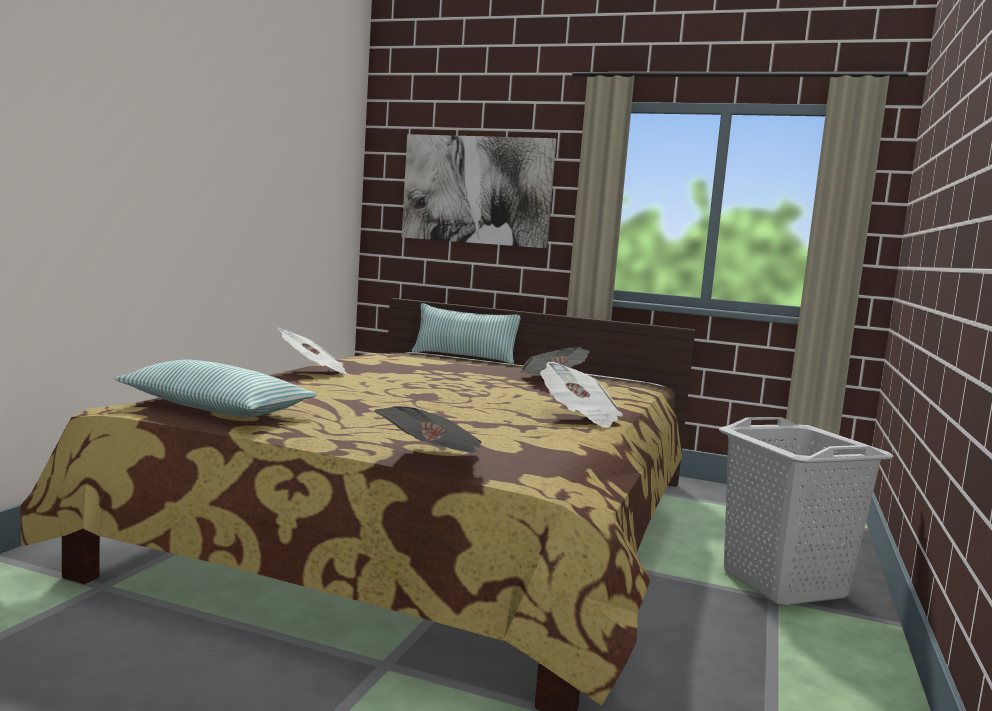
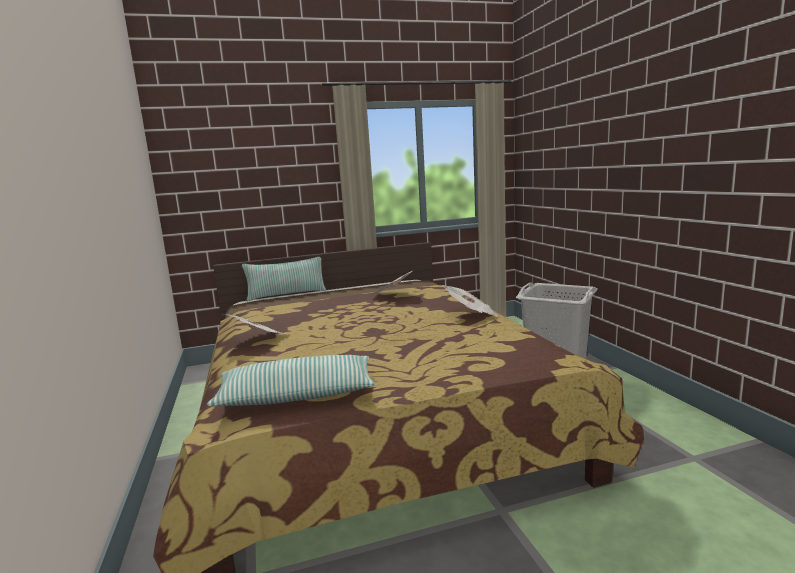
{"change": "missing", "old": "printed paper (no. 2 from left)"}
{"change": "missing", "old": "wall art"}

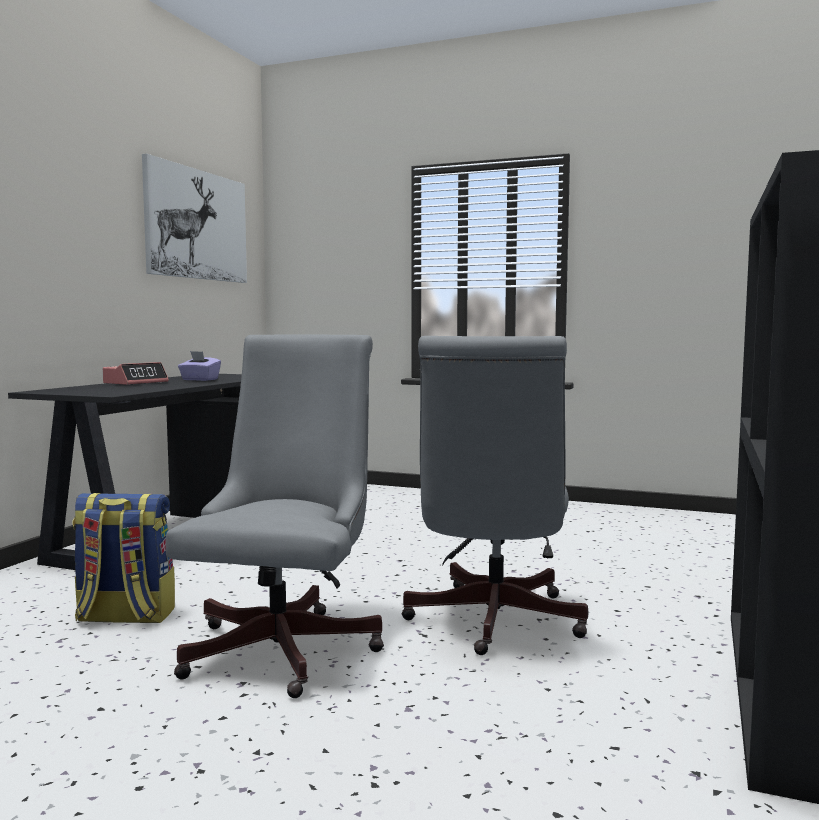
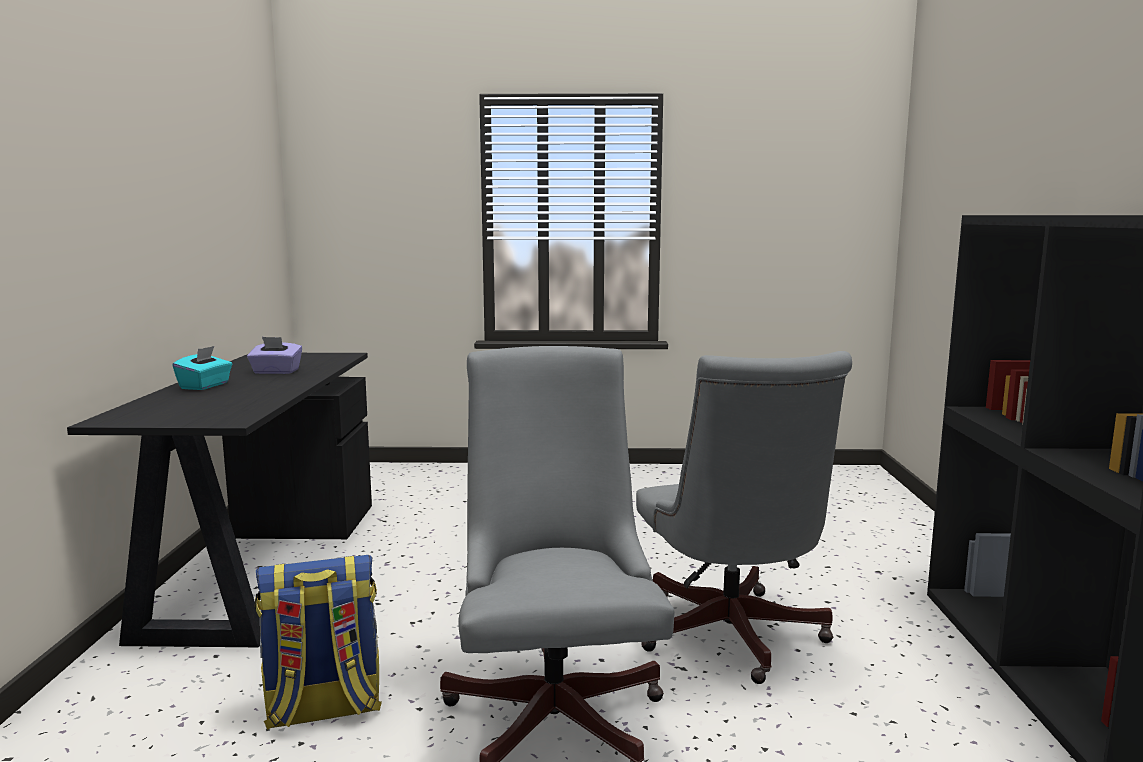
{"change": "missing", "old": "wall art"}
{"change": "exchanged", "old": "bedside clock", "new": "turquoise-coloured box of tissues"}

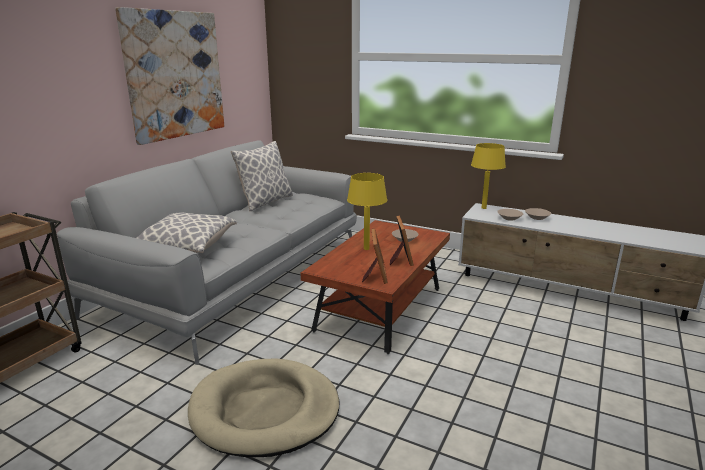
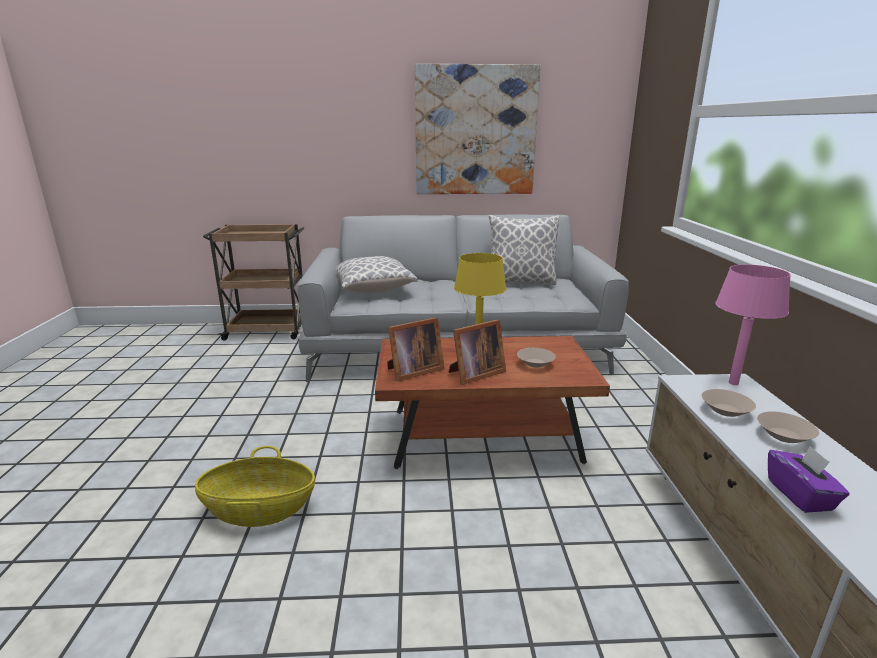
{"change": "missing", "old": "beige-coloured pet bed"}
{"change": "appeared", "new": "household basket"}
{"change": "appeared", "new": "purplish box of tissues"}
{"change": "colour", "old": "yellow tabletop lamp (no. 2 from left)", "new": "pink tabletop lamp"}

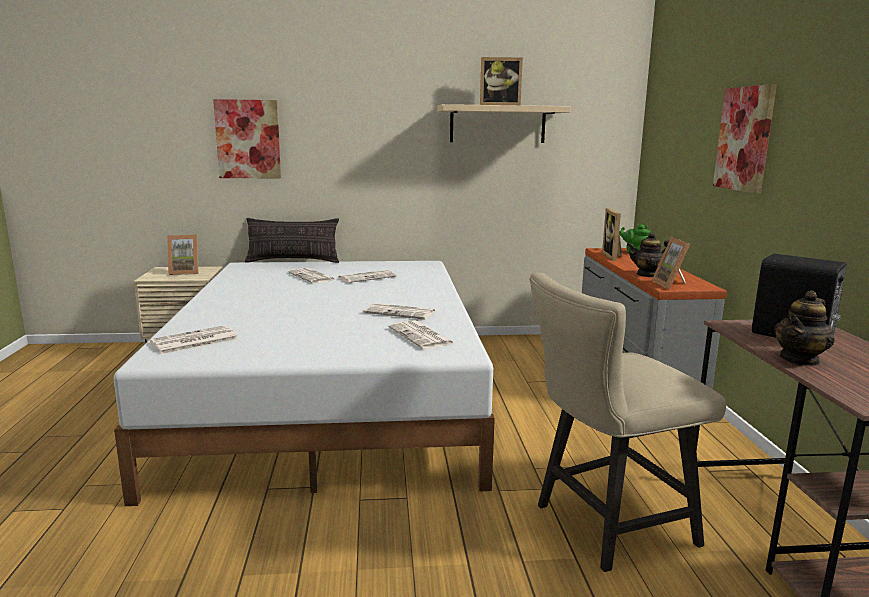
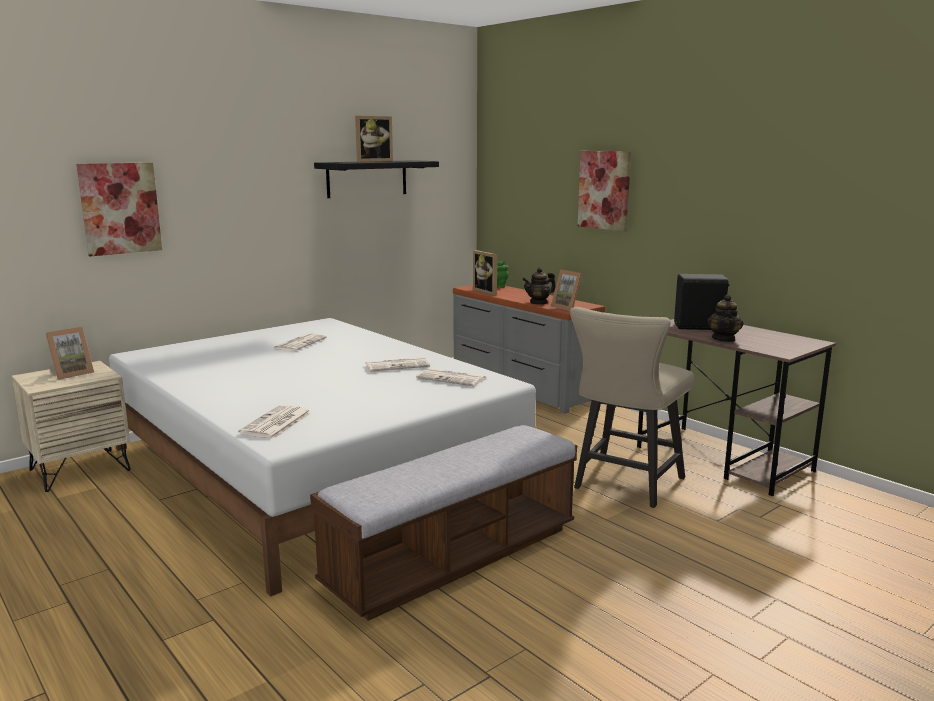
{"change": "missing", "old": "throw pillow"}
{"change": "missing", "old": "printed paper (no. 2 from left)"}
{"change": "appeared", "new": "indoor bench"}
{"change": "colour", "old": "beige-coloured shelf", "new": "black shelf"}

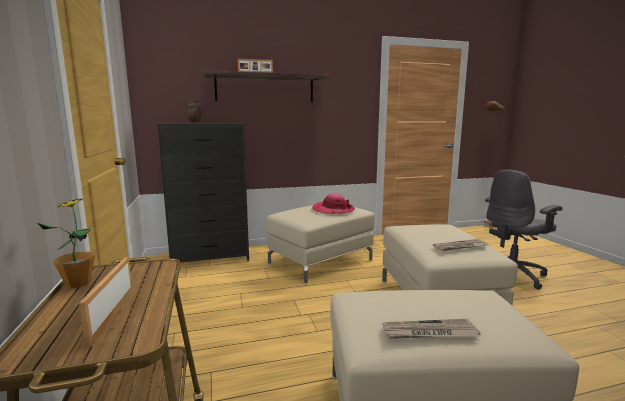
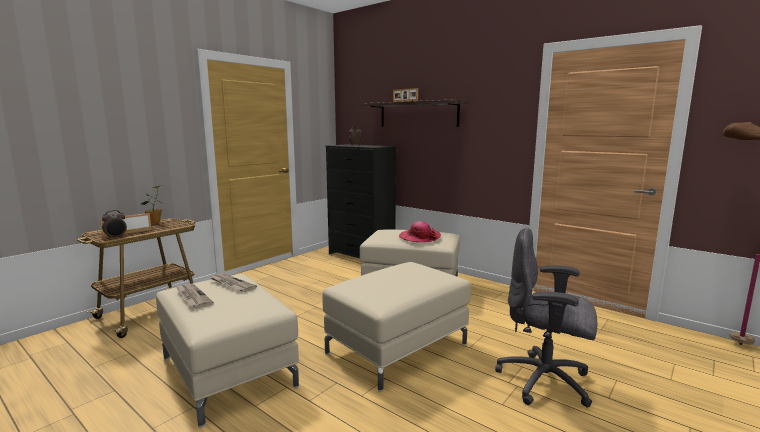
{"change": "appeared", "new": "bedside clock (no. 1 from left)"}
{"change": "relocated", "old": "printed paper (no. 2 from left)"}

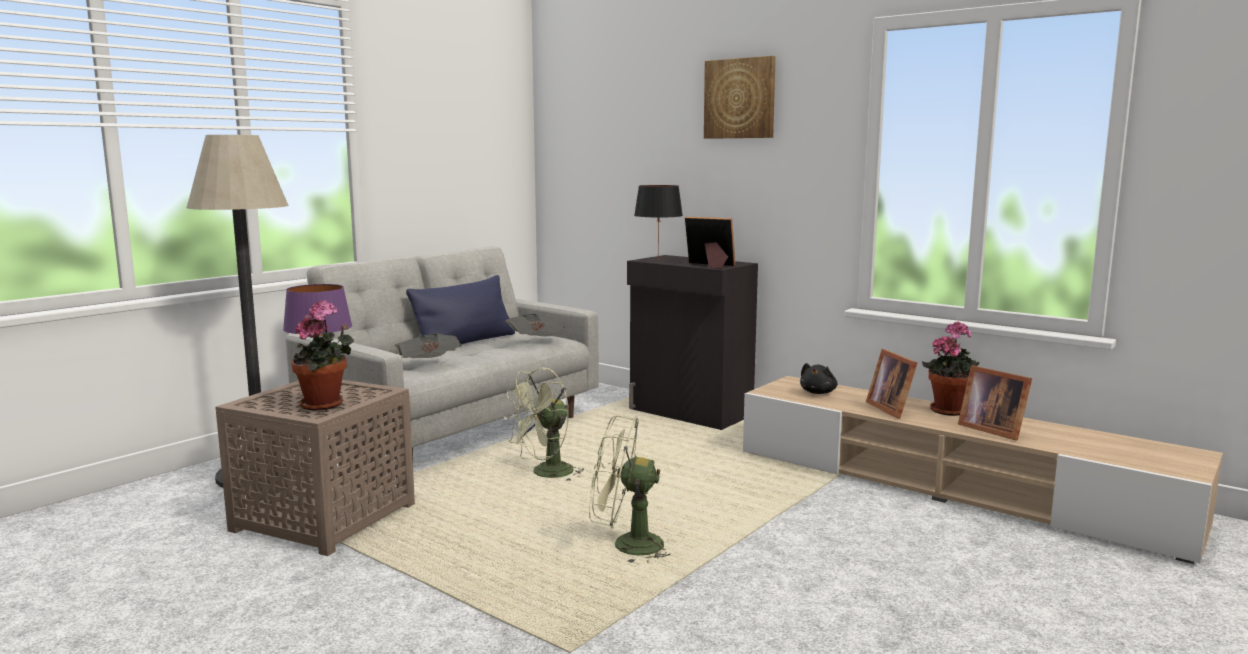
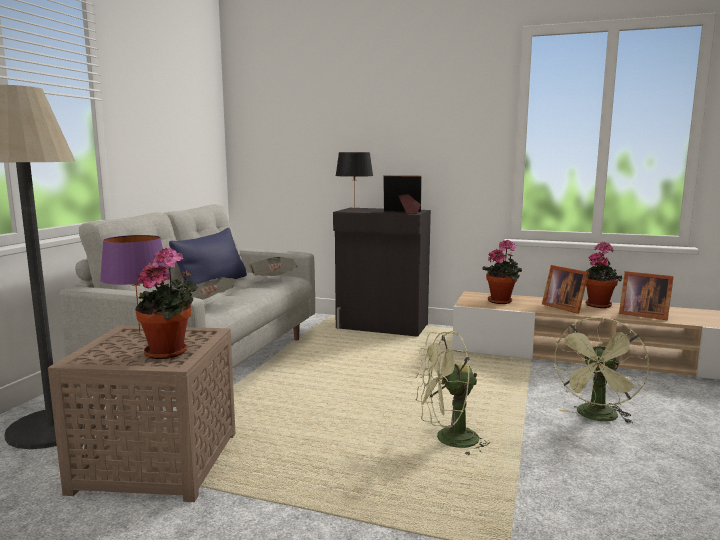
{"change": "missing", "old": "wall art"}
{"change": "relocated", "old": "green fan (no. 1 from left in the first image)", "new": "green fan (no. 2 from left)"}
{"change": "exchanged", "old": "black cuddly toy", "new": "houseplant (no. 2 from left)"}

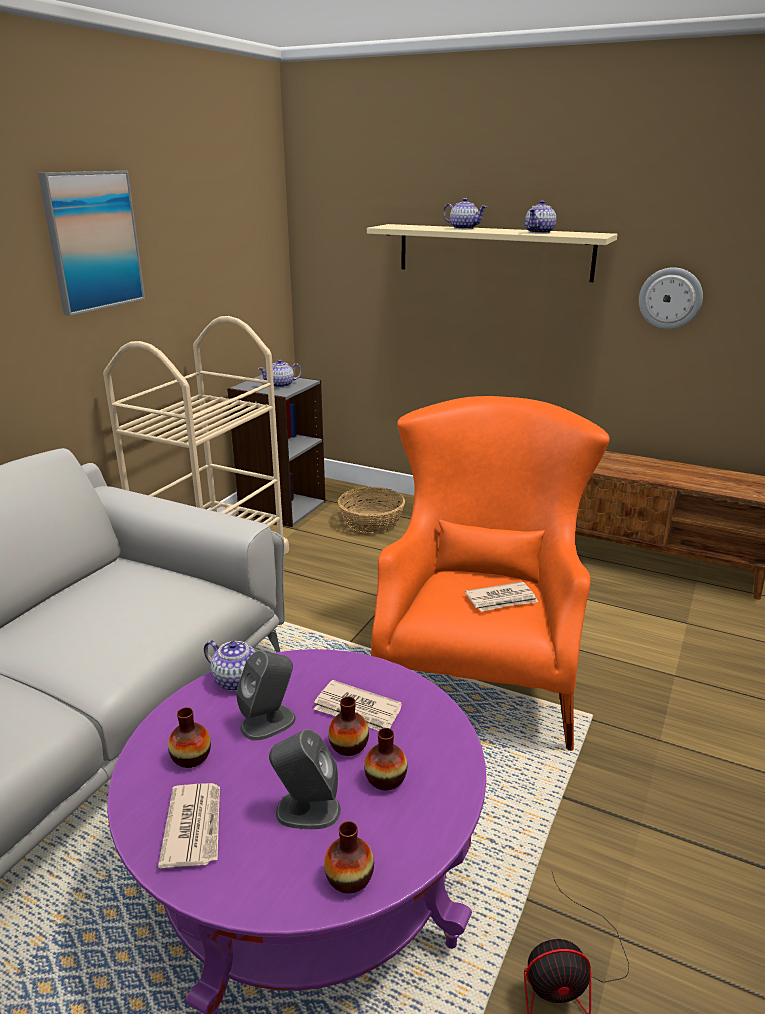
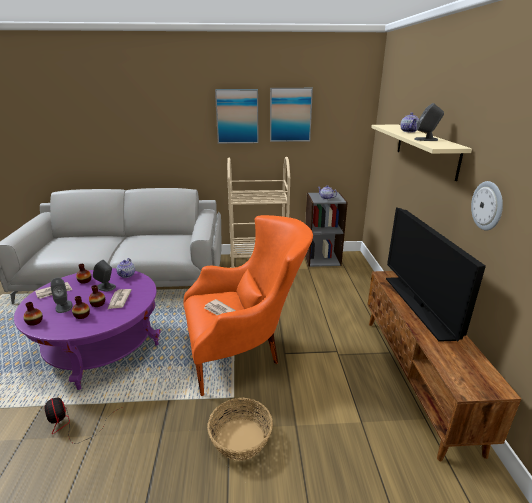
{"change": "appeared", "new": "wall art (no. 2 from left)"}
{"change": "appeared", "new": "TV set"}
{"change": "relocated", "old": "household basket"}
{"change": "exchanged", "old": "pot for tea (no. 4 from left)", "new": "gray loudspeaker (no. 3 from left)"}

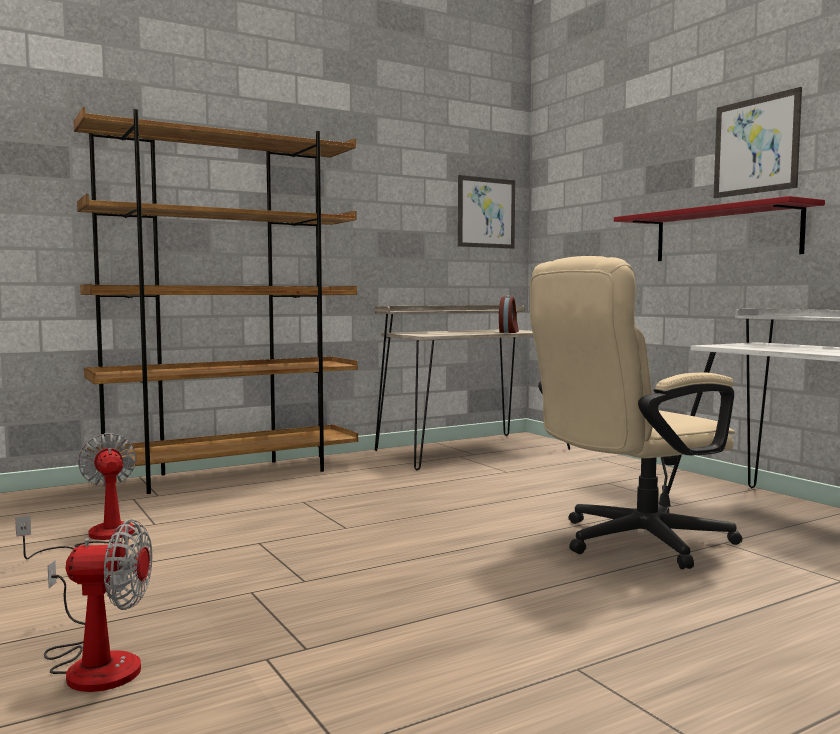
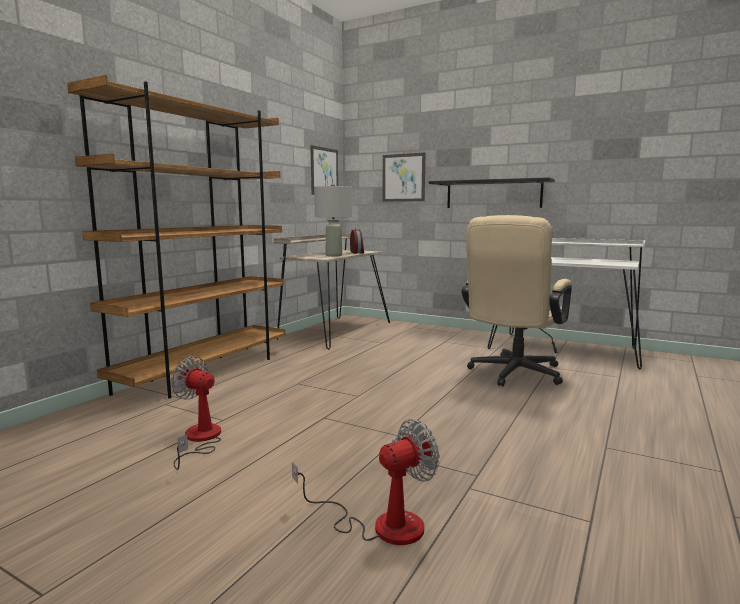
{"change": "appeared", "new": "gray tabletop lamp"}
{"change": "relocated", "old": "wall art (no. 2 from left)"}
{"change": "colour", "old": "red-coloured shelf", "new": "black shelf"}

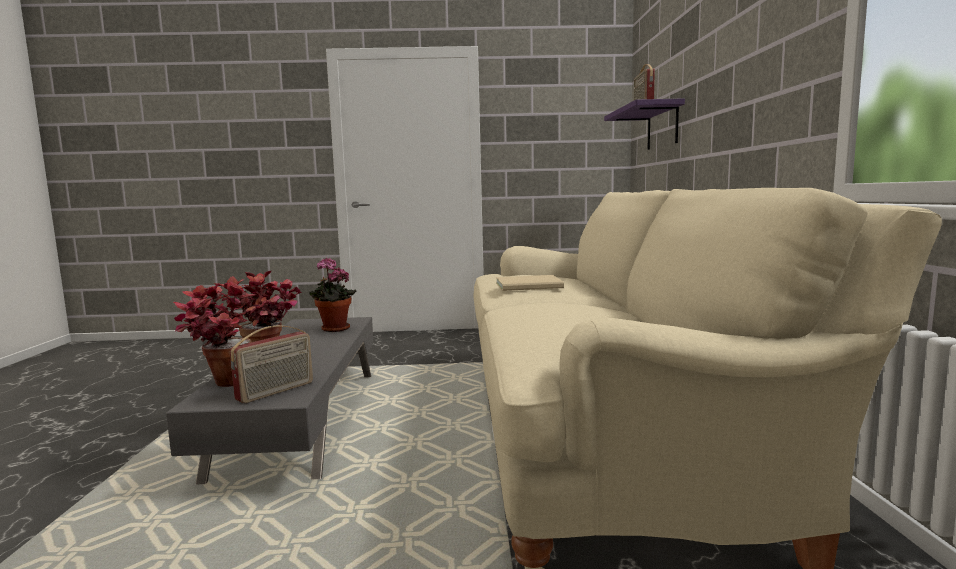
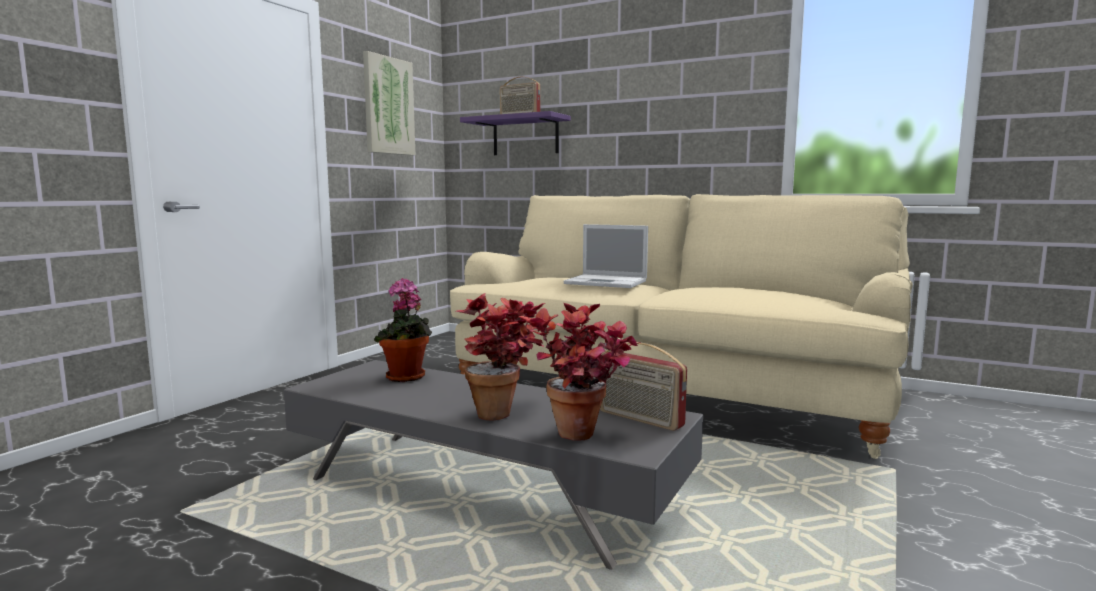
{"change": "appeared", "new": "wall art"}
{"change": "exchanged", "old": "beige-coloured book", "new": "portable computer"}
{"change": "spun", "old": "radio (no. 1 from left in the first image)", "degrees": 150}

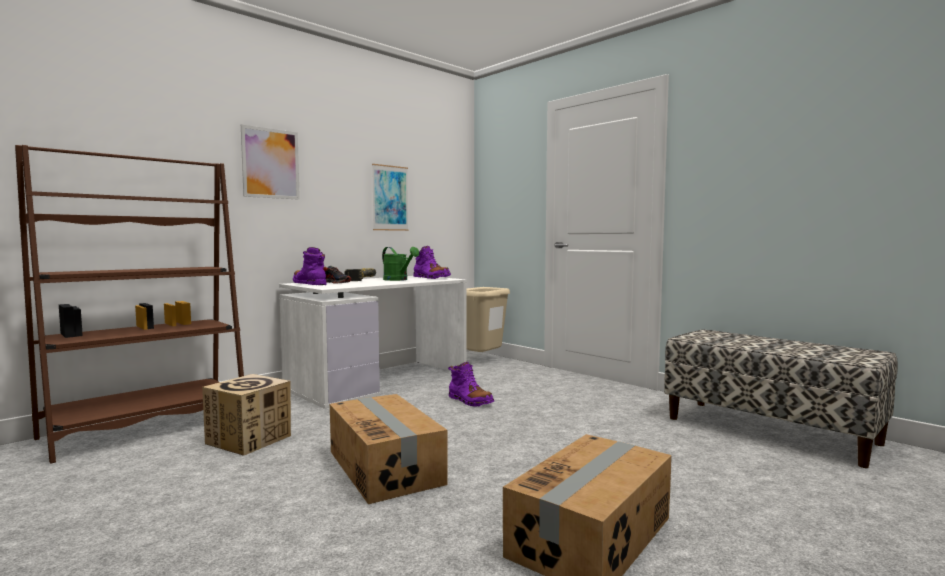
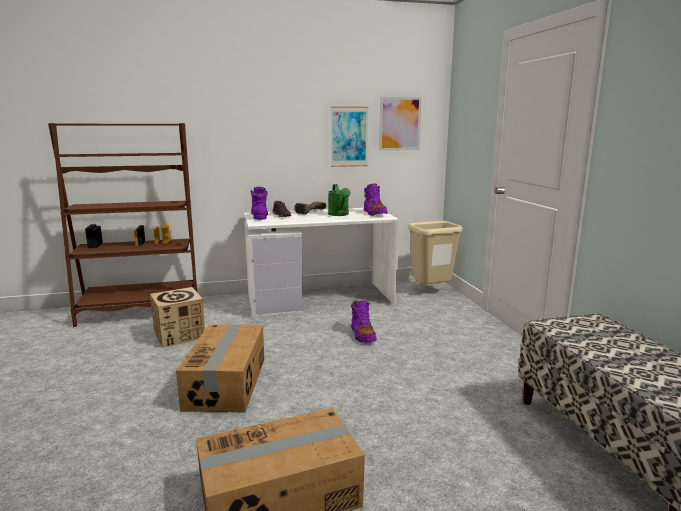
{"change": "relocated", "old": "wall art (no. 1 from left in the first image)", "new": "wall art (no. 2 from left)"}

